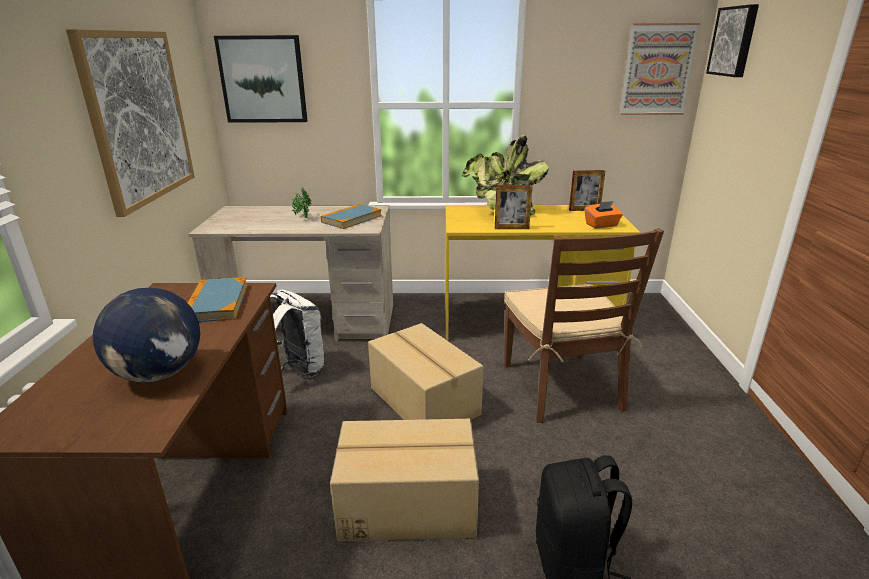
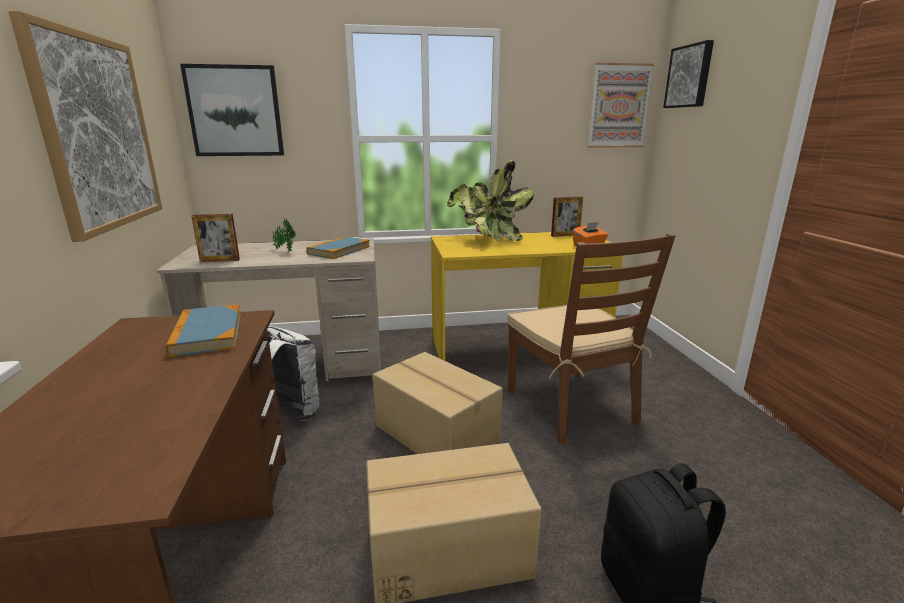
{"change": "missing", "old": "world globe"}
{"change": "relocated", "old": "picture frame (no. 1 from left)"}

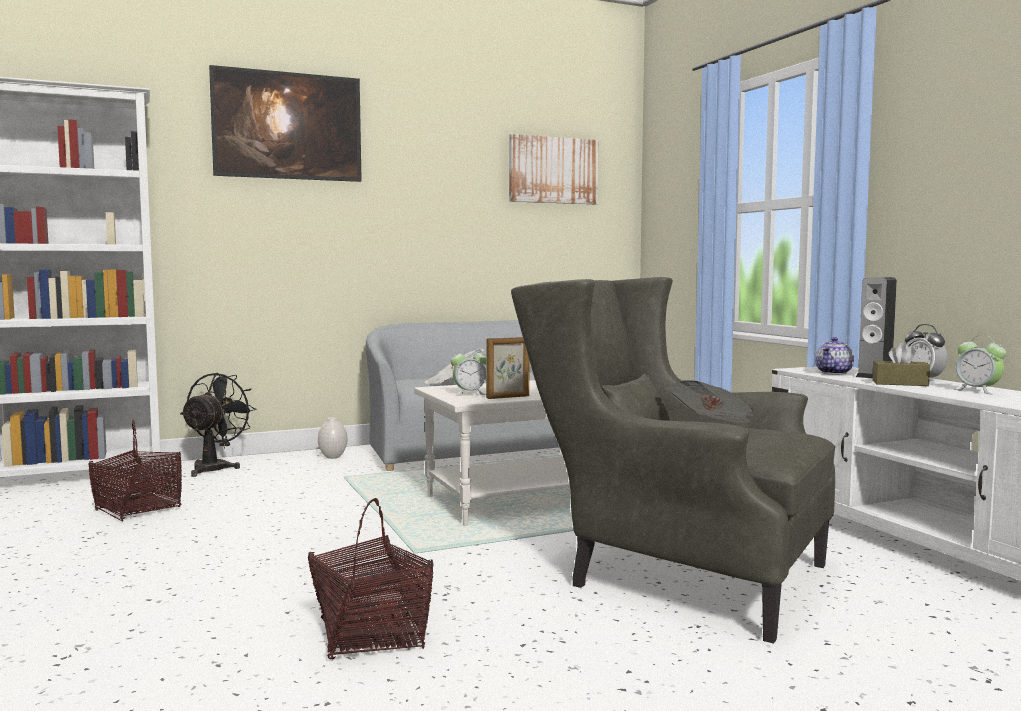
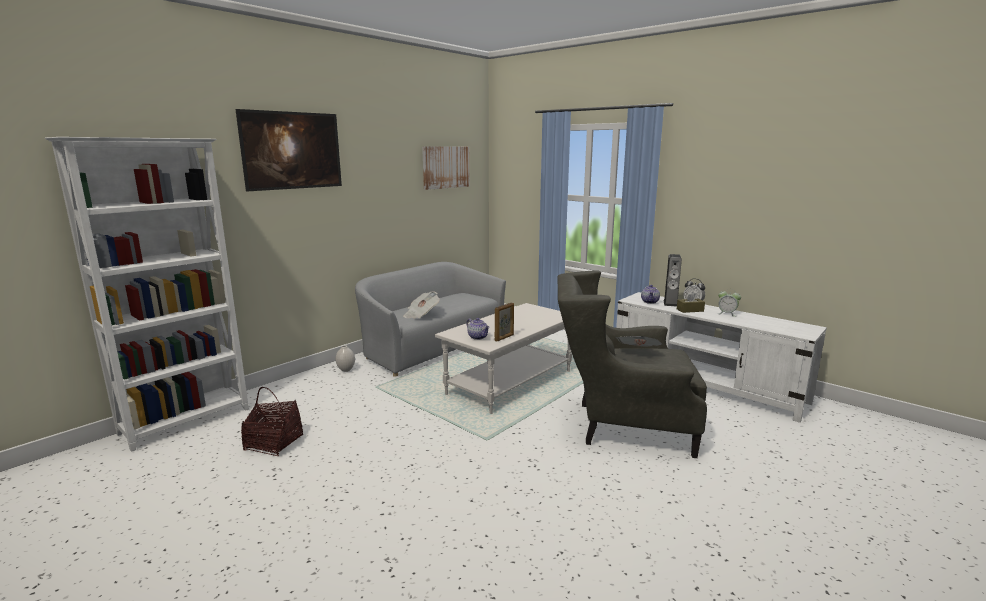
{"change": "missing", "old": "black fan"}
{"change": "missing", "old": "household basket (no. 2 from left)"}
{"change": "exchanged", "old": "bedside clock (no. 1 from left)", "new": "pot for tea (no. 1 from left)"}

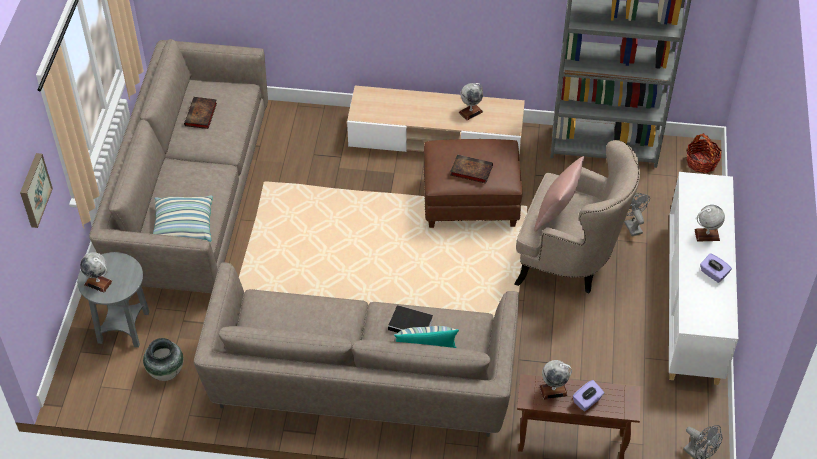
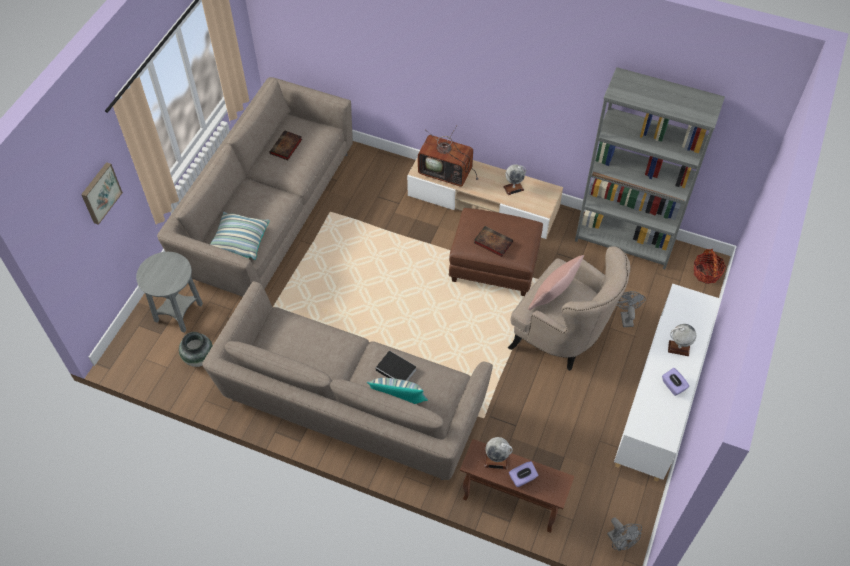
{"change": "missing", "old": "world globe (no. 1 from left)"}
{"change": "appeared", "new": "TV set"}

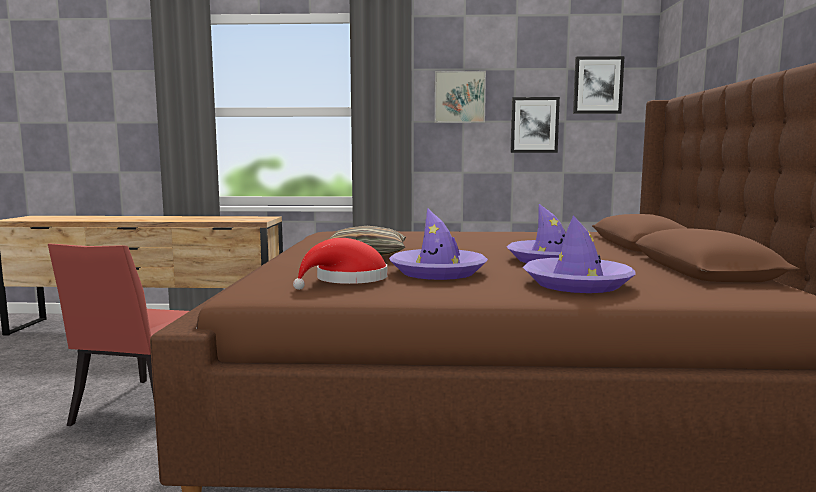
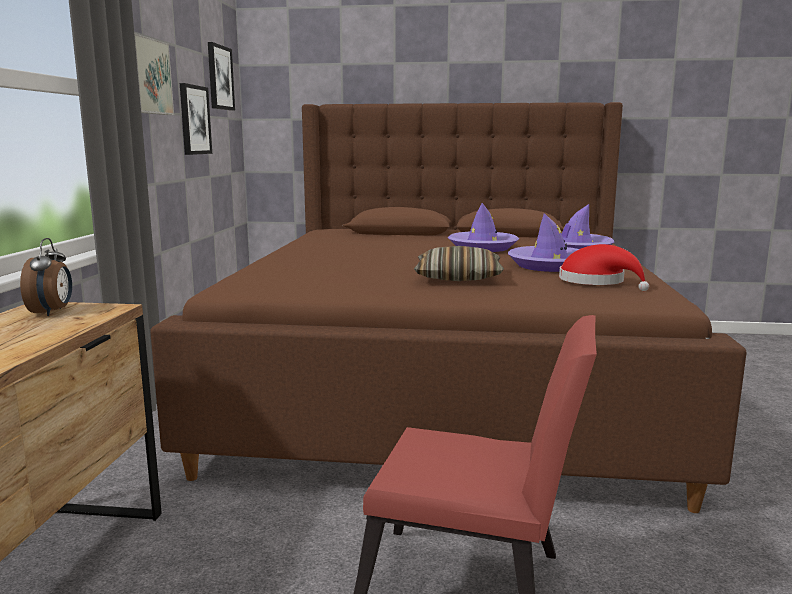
{"change": "appeared", "new": "bedside clock"}

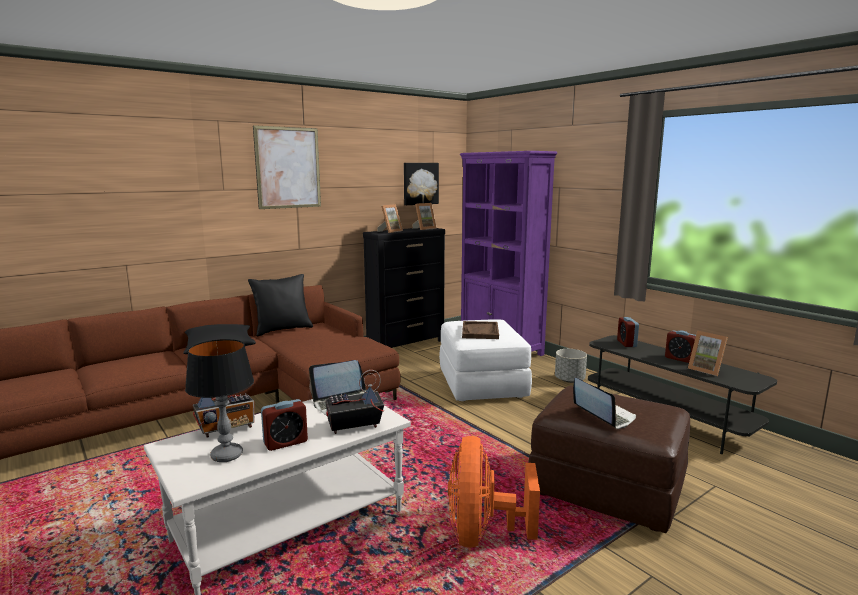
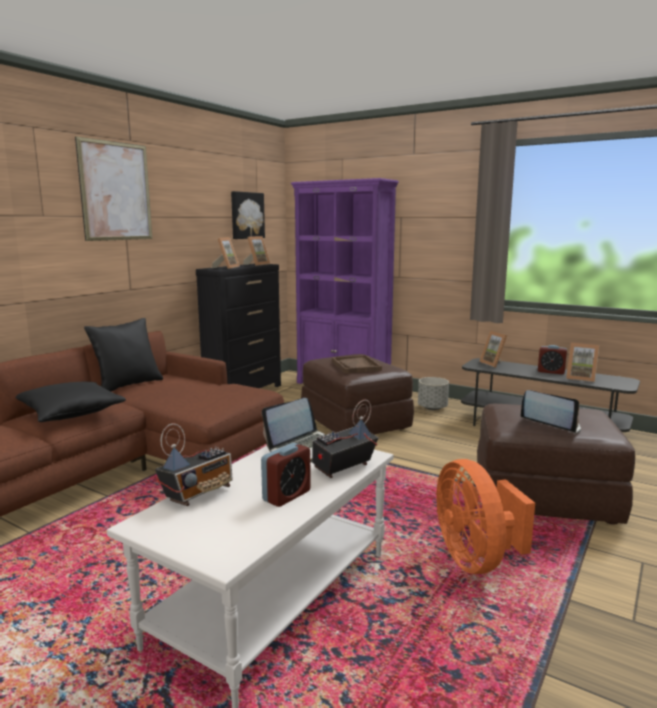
{"change": "missing", "old": "tabletop lamp"}
{"change": "exchanged", "old": "bedside clock (no. 2 from left)", "new": "picture frame (no. 3 from left)"}
{"change": "colour", "old": "whitish footrest", "new": "brown-coloured footrest (no. 1 from left)"}

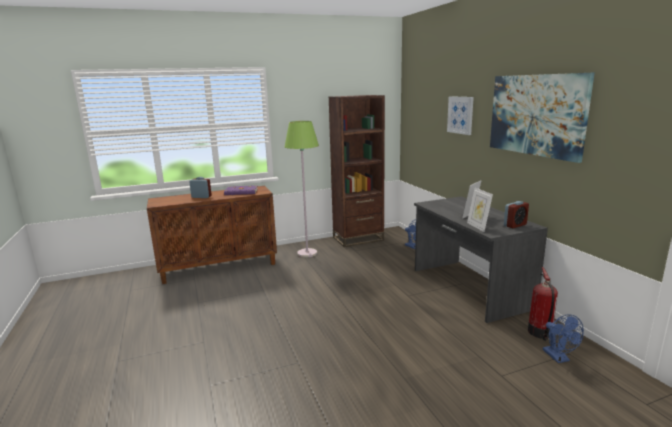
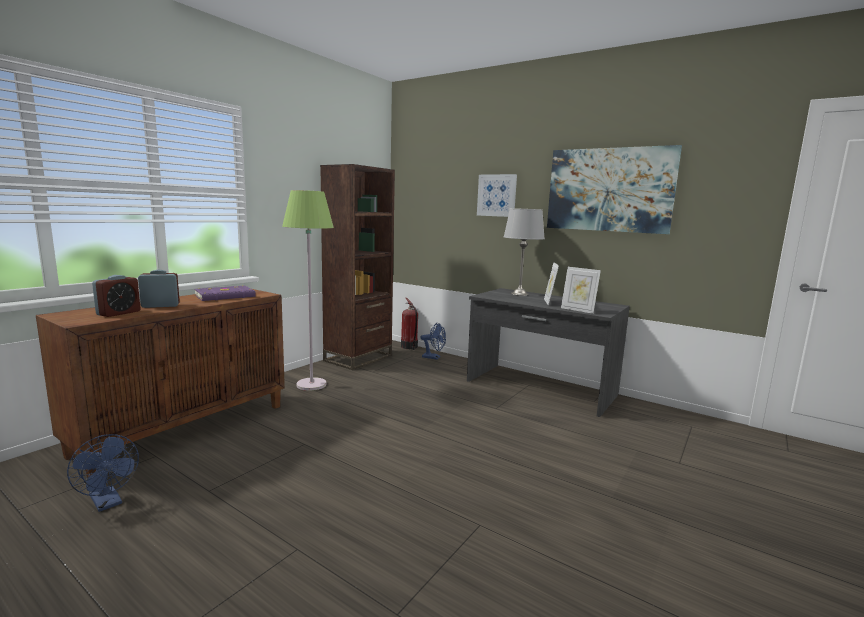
{"change": "appeared", "new": "gray tabletop lamp"}
{"change": "relocated", "old": "bedside clock (no. 2 from left in the first image)", "new": "bedside clock (no. 1 from left)"}
{"change": "relocated", "old": "fire extinguisher"}
{"change": "relocated", "old": "blue fan (no. 2 from left in the first image)", "new": "blue fan (no. 1 from left)"}

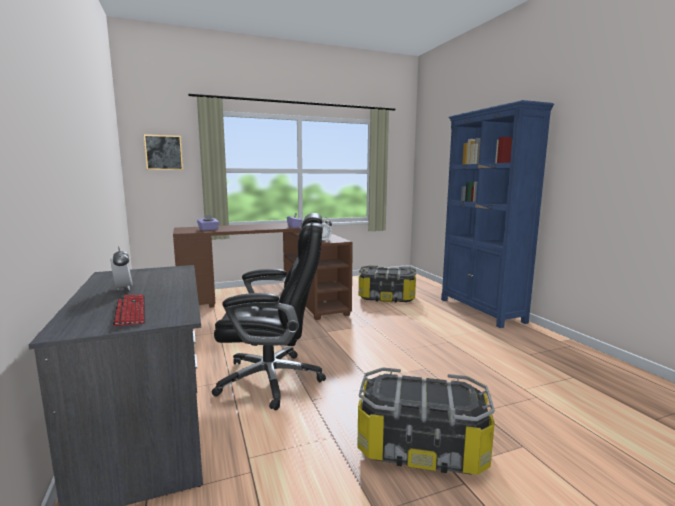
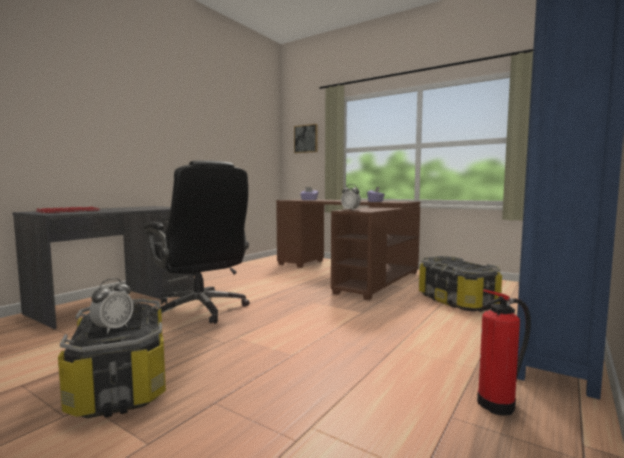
{"change": "appeared", "new": "fire extinguisher"}
{"change": "relocated", "old": "bedside clock (no. 1 from left)"}

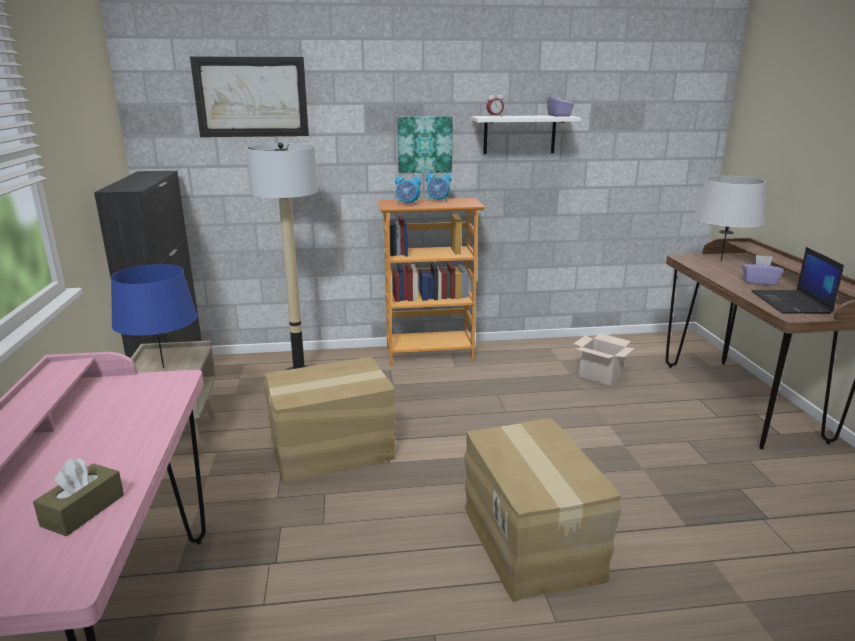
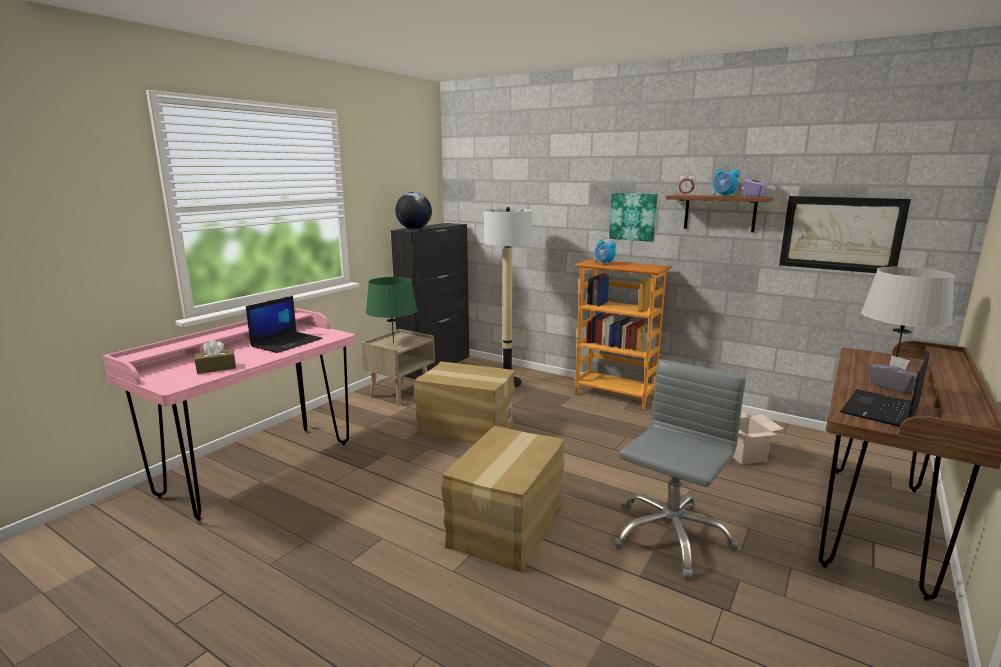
{"change": "appeared", "new": "portable computer (no. 1 from left)"}
{"change": "appeared", "new": "world globe"}
{"change": "appeared", "new": "gray computer chair"}
{"change": "relocated", "old": "wall art (no. 1 from left in the first image)", "new": "wall art (no. 2 from left)"}
{"change": "relocated", "old": "bedside clock (no. 2 from left in the first image)", "new": "bedside clock (no. 3 from left)"}
{"change": "colour", "old": "blue tabletop lamp", "new": "green tabletop lamp"}
{"change": "colour", "old": "whitish shelf", "new": "brown-coloured shelf"}
{"change": "colour", "old": "purplish box of tissues (no. 2 from left)", "new": "gray box of tissues"}

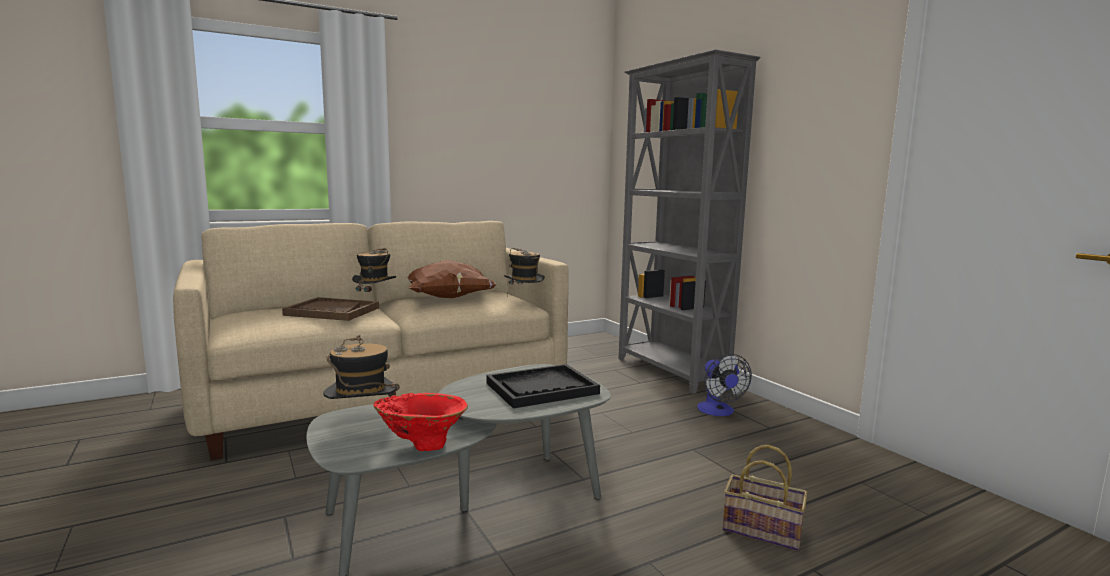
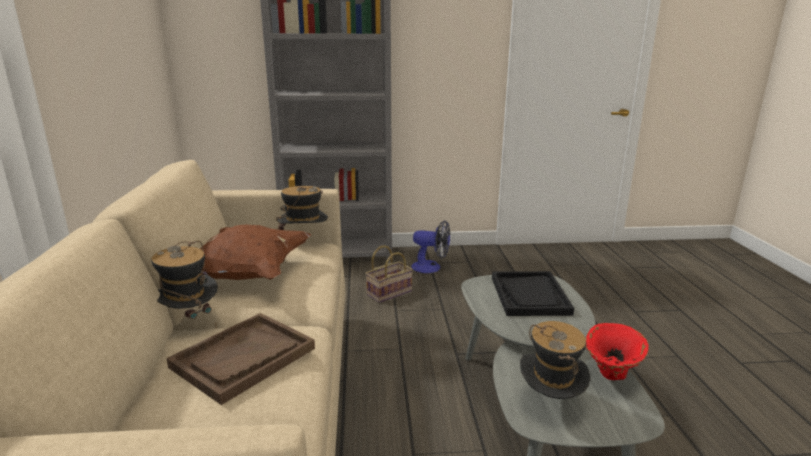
{"change": "relocated", "old": "household basket"}

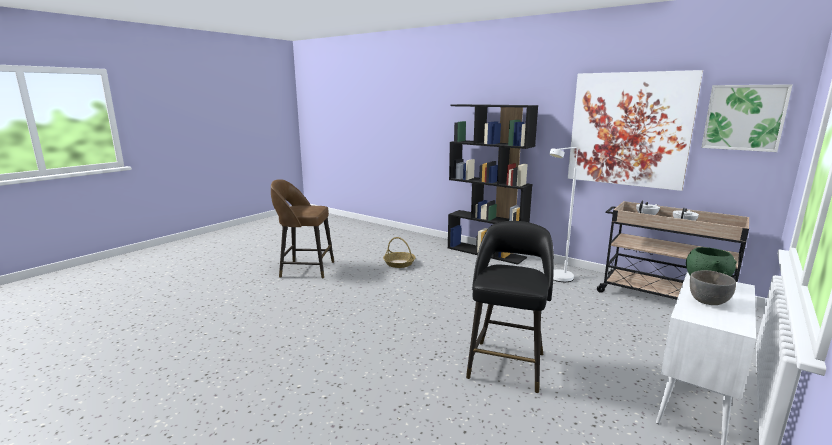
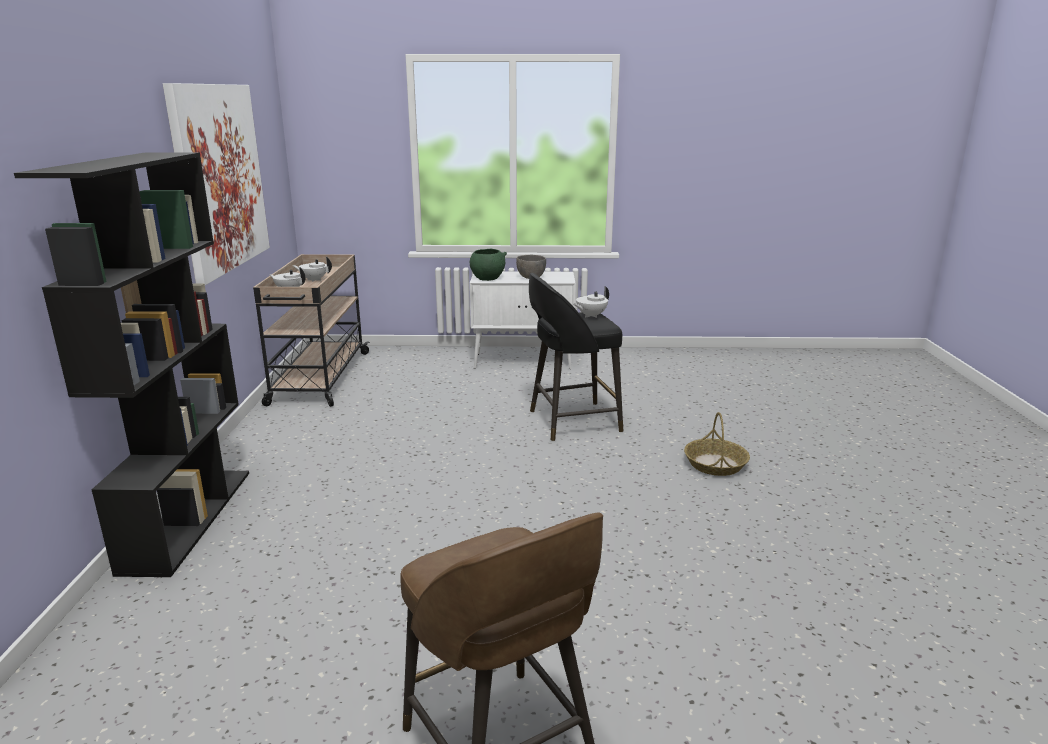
{"change": "missing", "old": "whitish standard lamp"}
{"change": "missing", "old": "wall art (no. 2 from left)"}
{"change": "appeared", "new": "whitish pot for tea (no. 3 from left)"}
{"change": "relocated", "old": "household basket"}

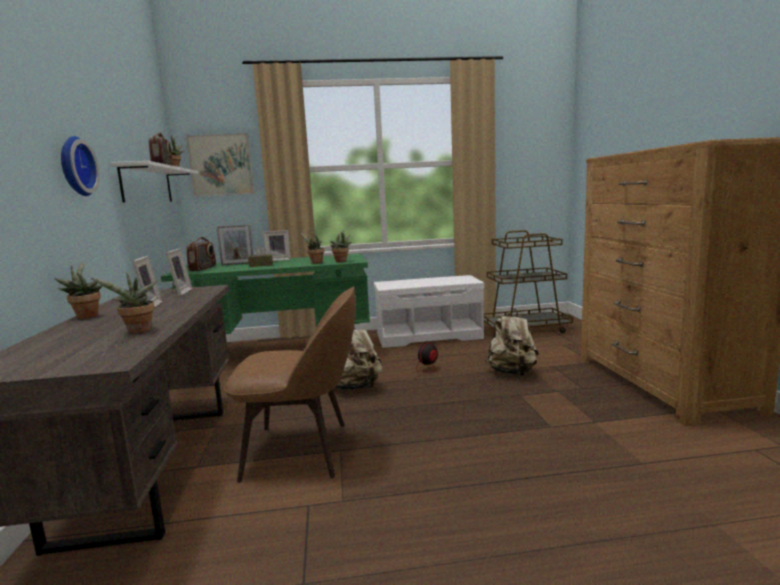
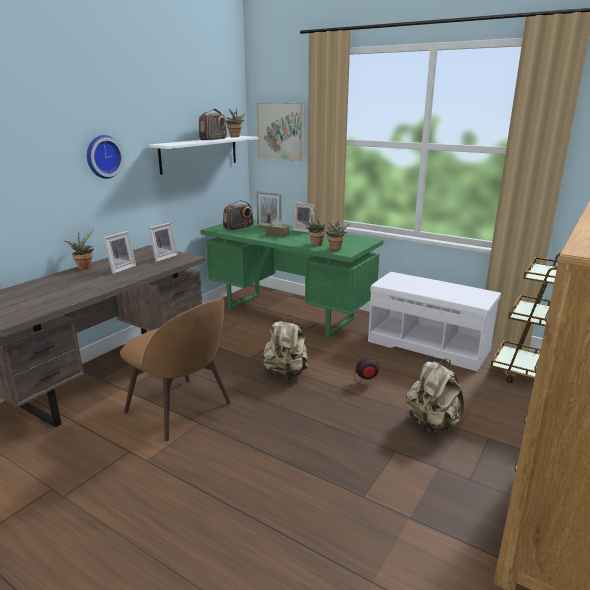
{"change": "missing", "old": "houseplant (no. 2 from left)"}

